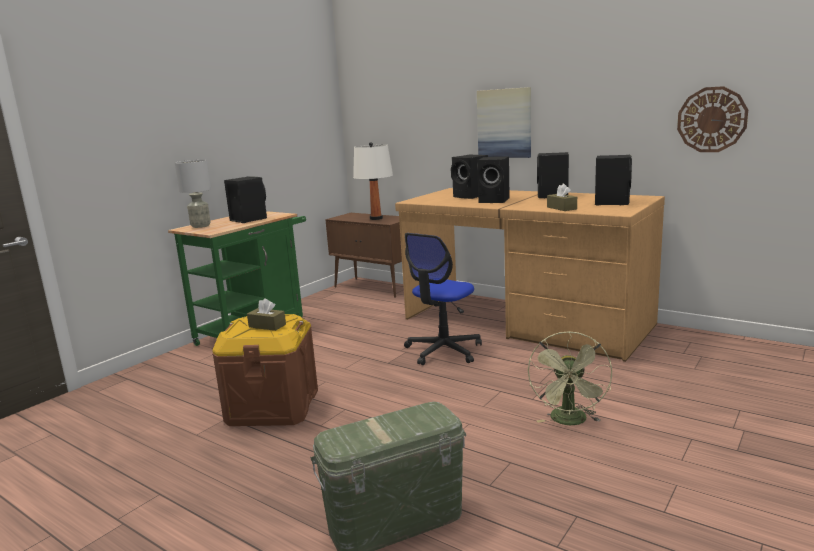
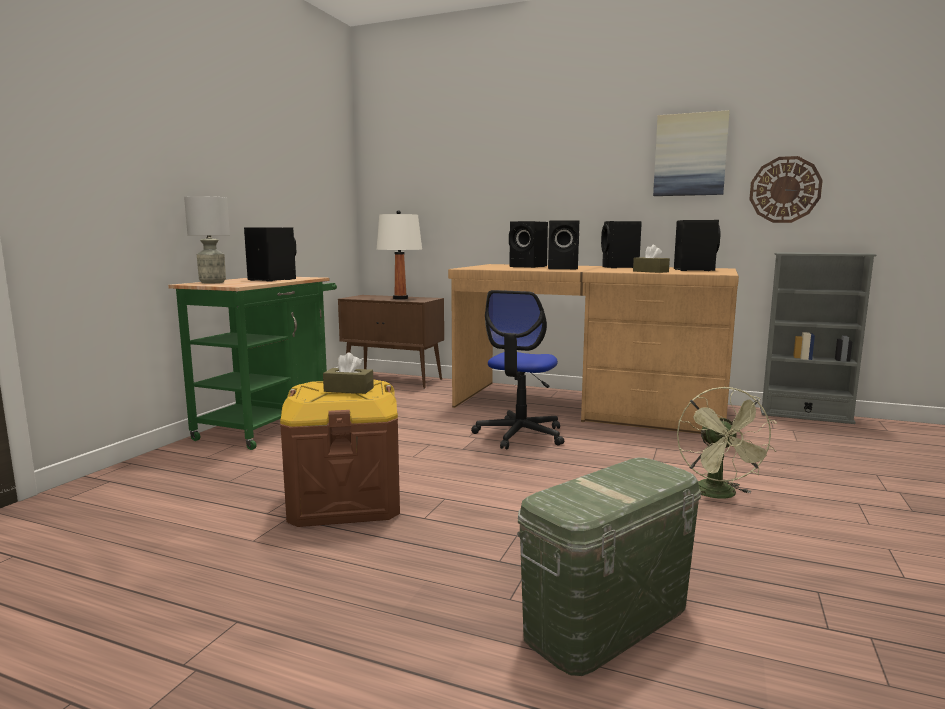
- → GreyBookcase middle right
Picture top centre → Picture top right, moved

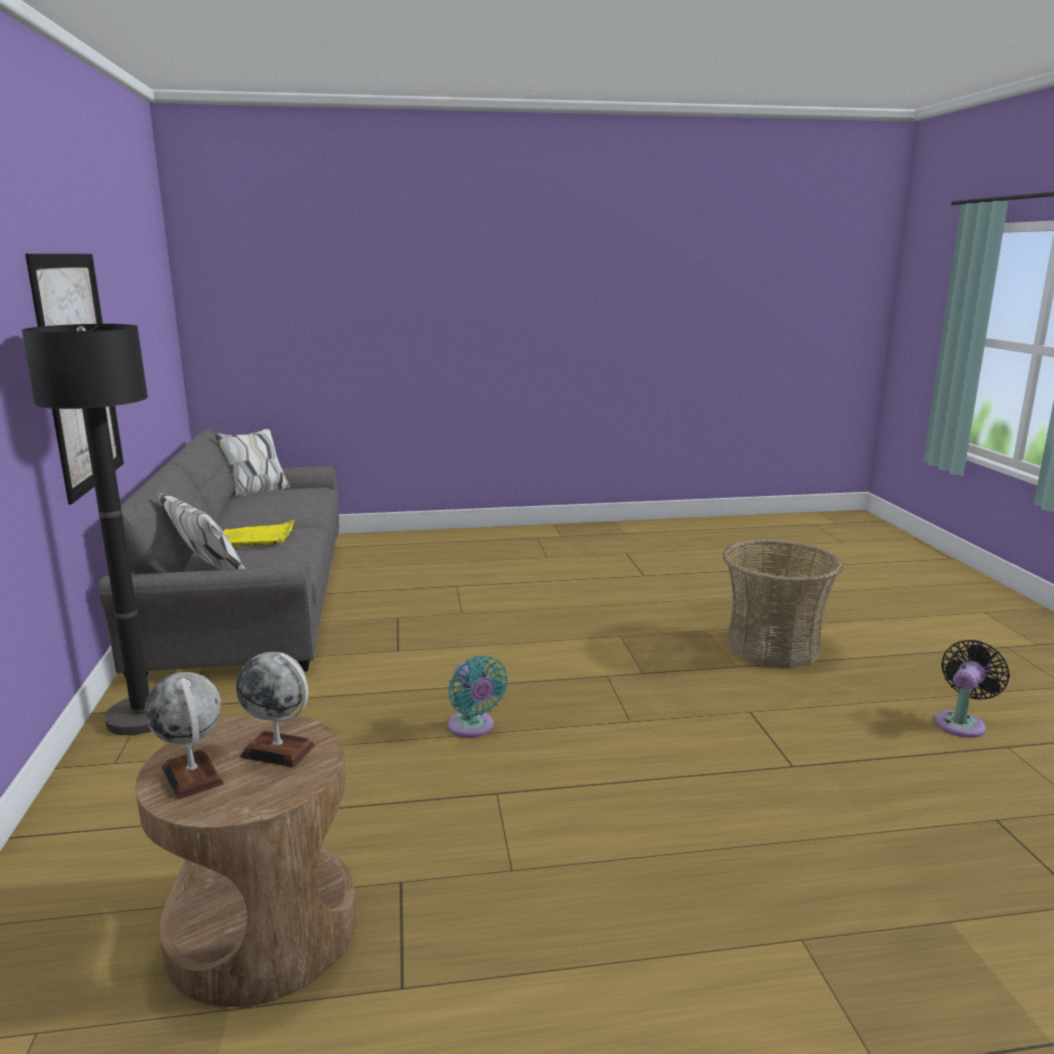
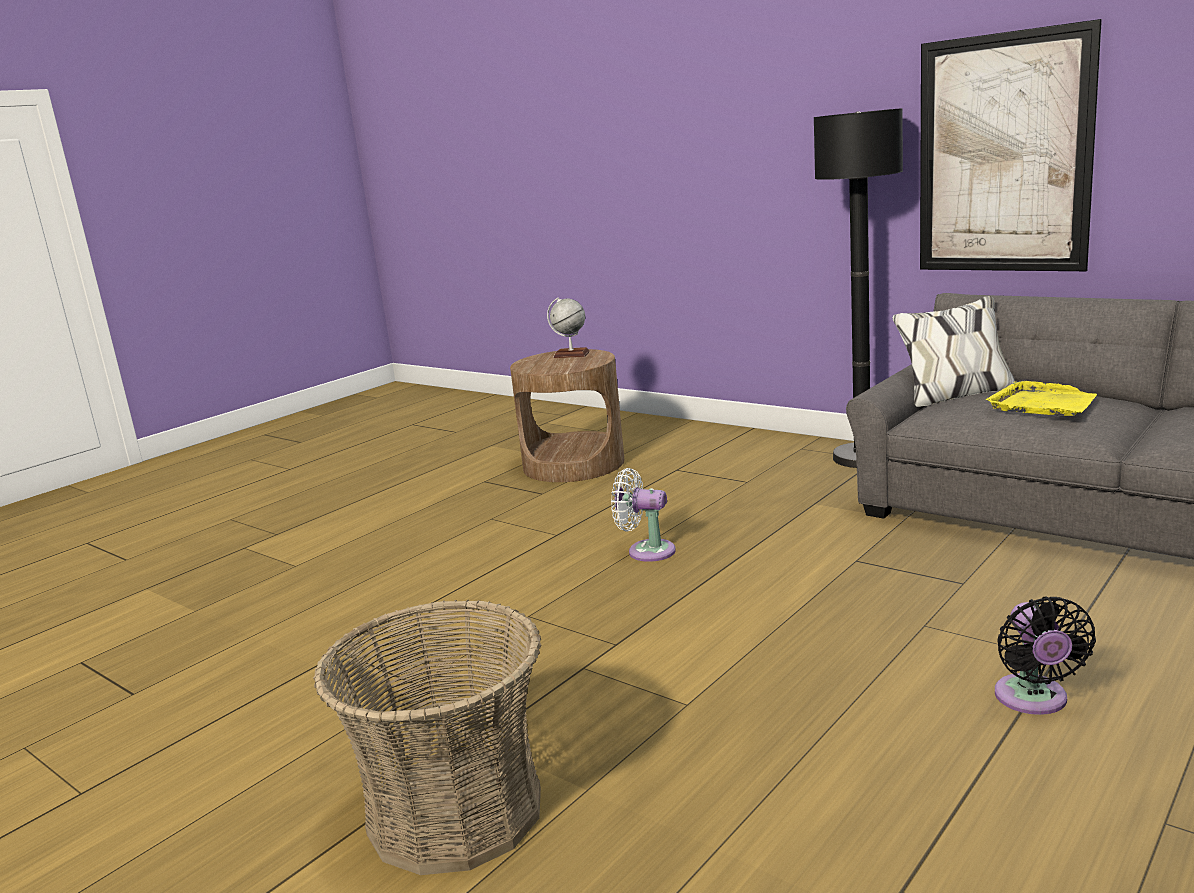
Globe (2nd from left) bottom left → -
BlackFan middle right → BlackFan bottom right, moved
TurquoiseFan centre → WhiteFan centre

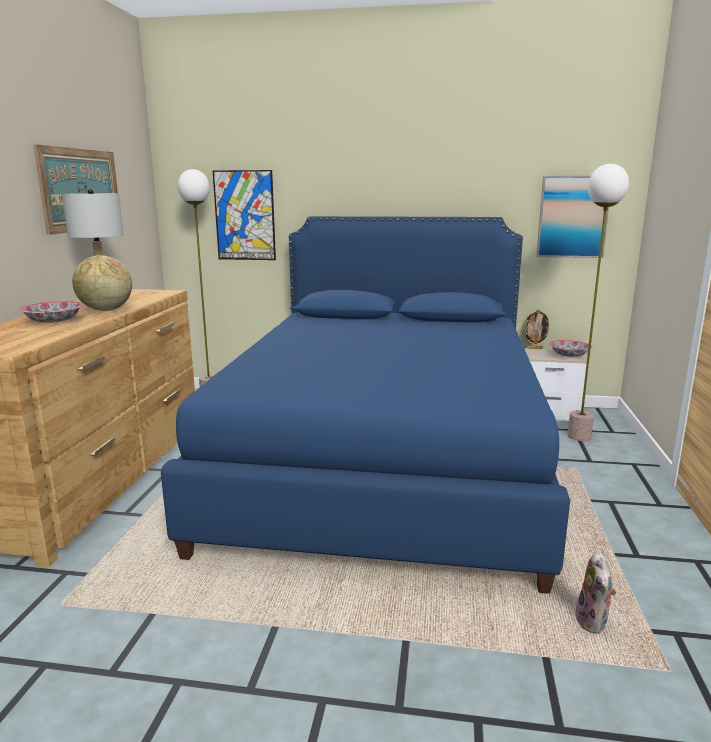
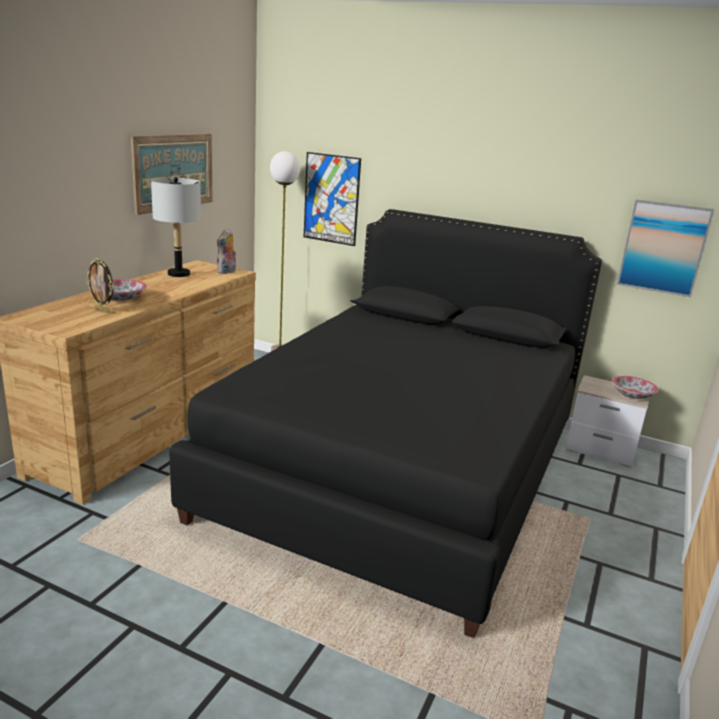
Globe middle left → -
FloorLamp (2nd from left) middle right → -
PictureFrame middle right → PictureFrame middle left, moved
PlushToy bottom right → PlushToy middle left, moved
BlueBed centre → BlackBed centre

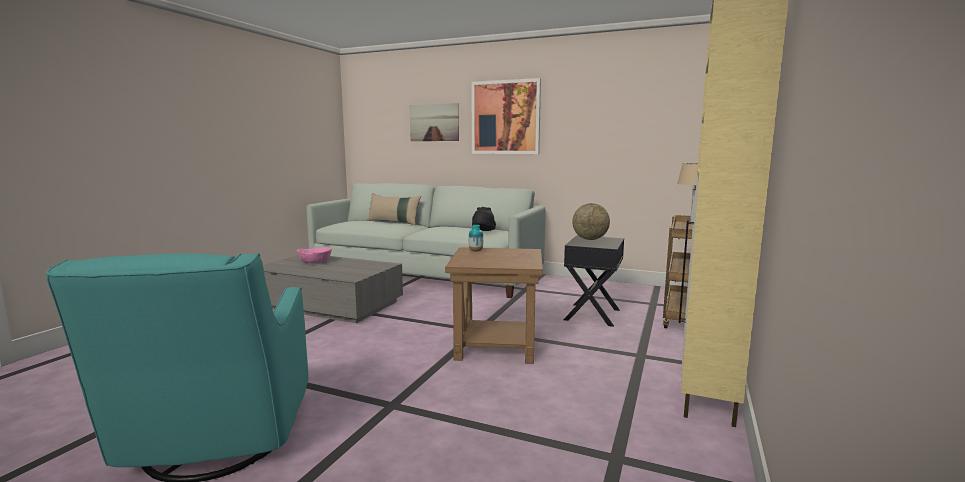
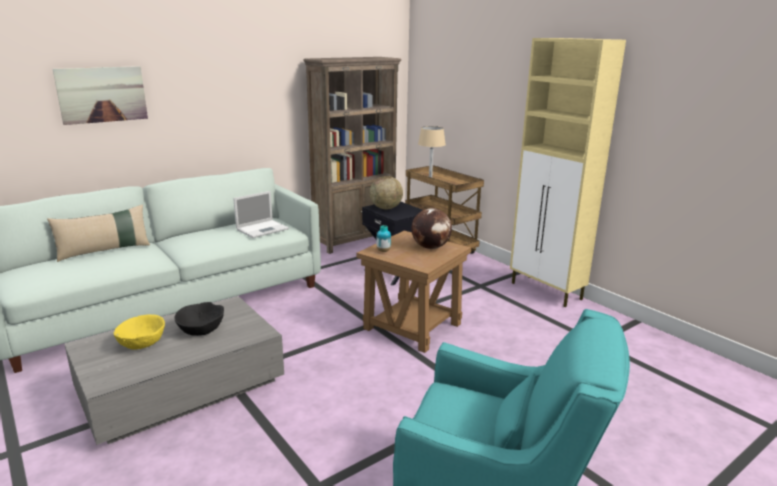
Picture (2nd from left) top centre → -
- → BlackBowl middle left
- → BrownBookcase top centre
- → Globe (2nd from left) centre
BlackHat centre → Laptop centre
PinkBowl middle left → YellowBowl bottom left

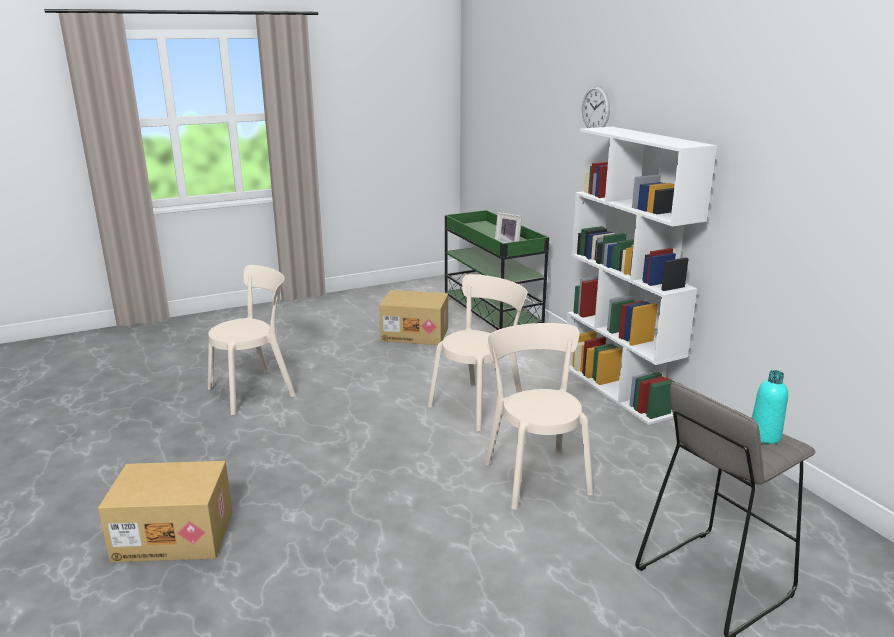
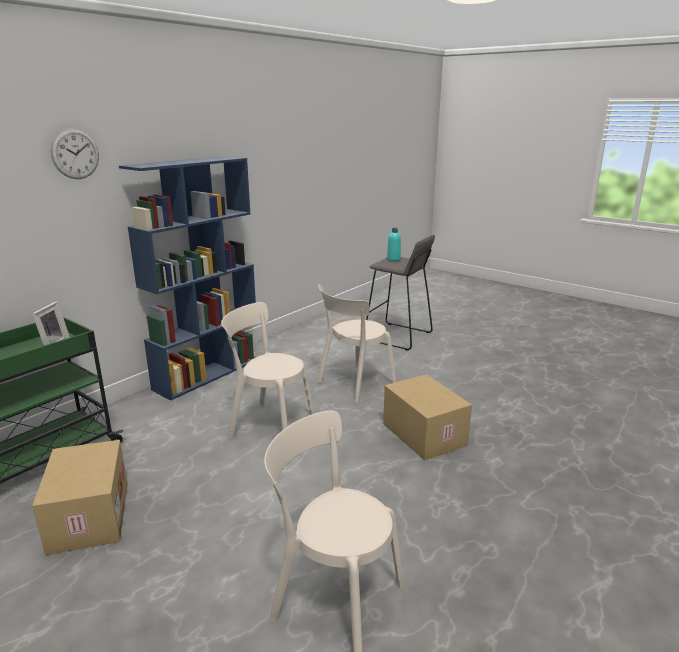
CardboardBox (1st from left in the first image) bottom left → CardboardBox (2nd from left) centre, moved
WhiteBookcase middle right → BlueBookcase middle left

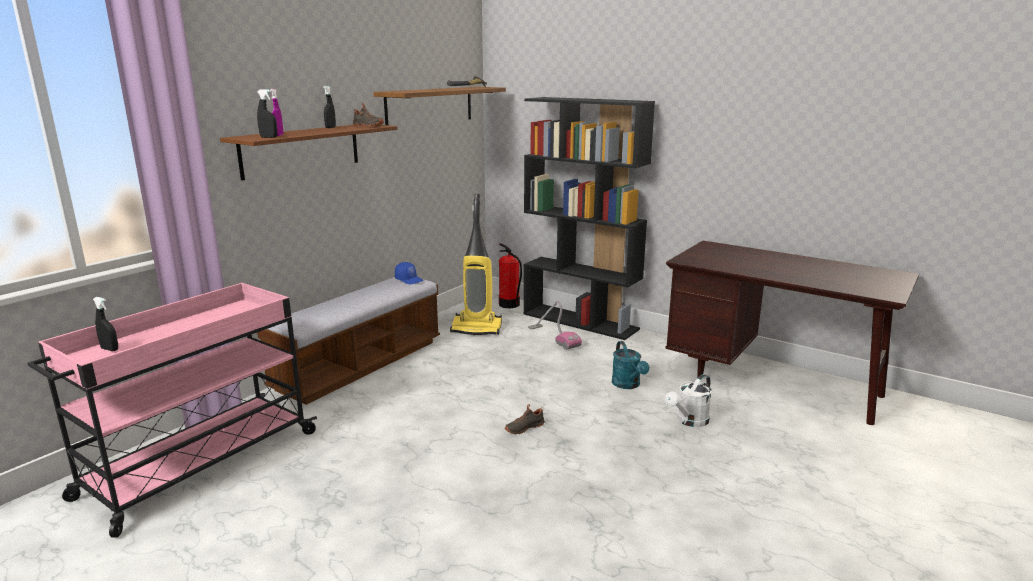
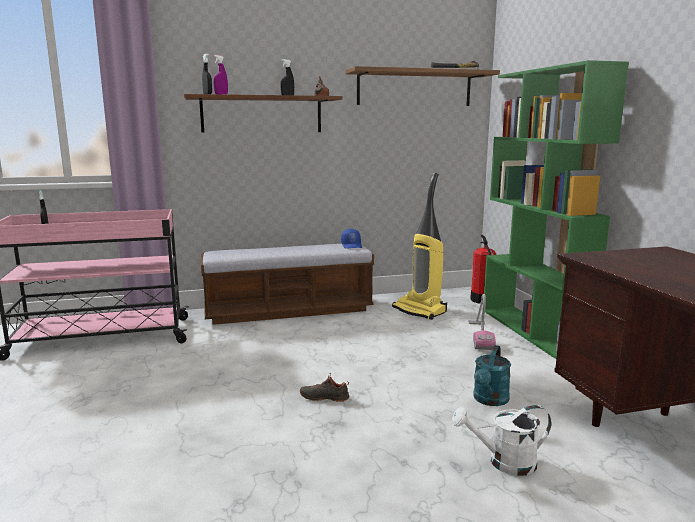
BlackBookcase centre → GreenBookcase middle right

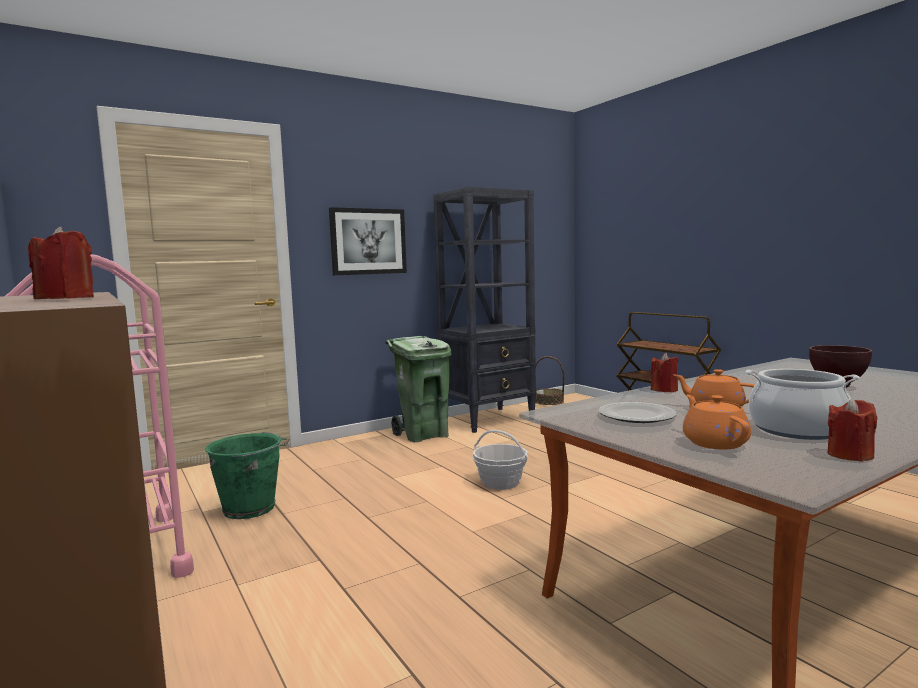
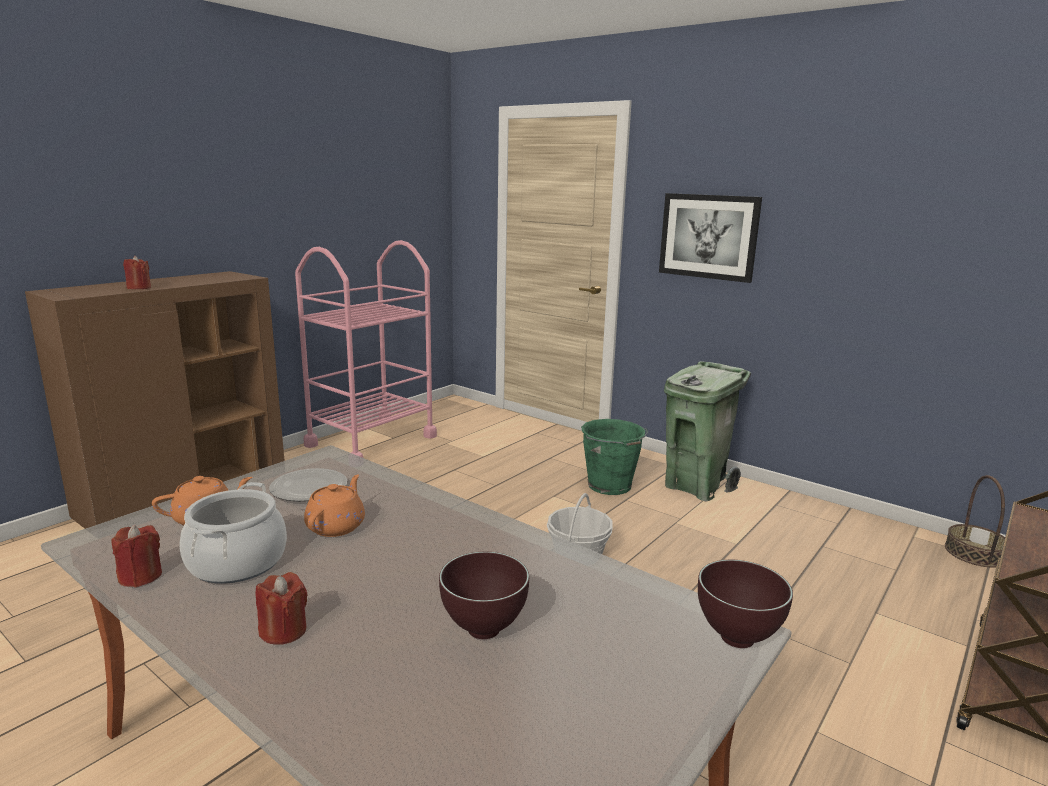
BlackBookcase centre → -
- → BrownBowl (2nd from left) bottom right
GreenBucket bottom left → GreenBucket centre, moved
RedCandle (2nd from left in the first image) middle right → RedCandle (3rd from left) bottom left, moved

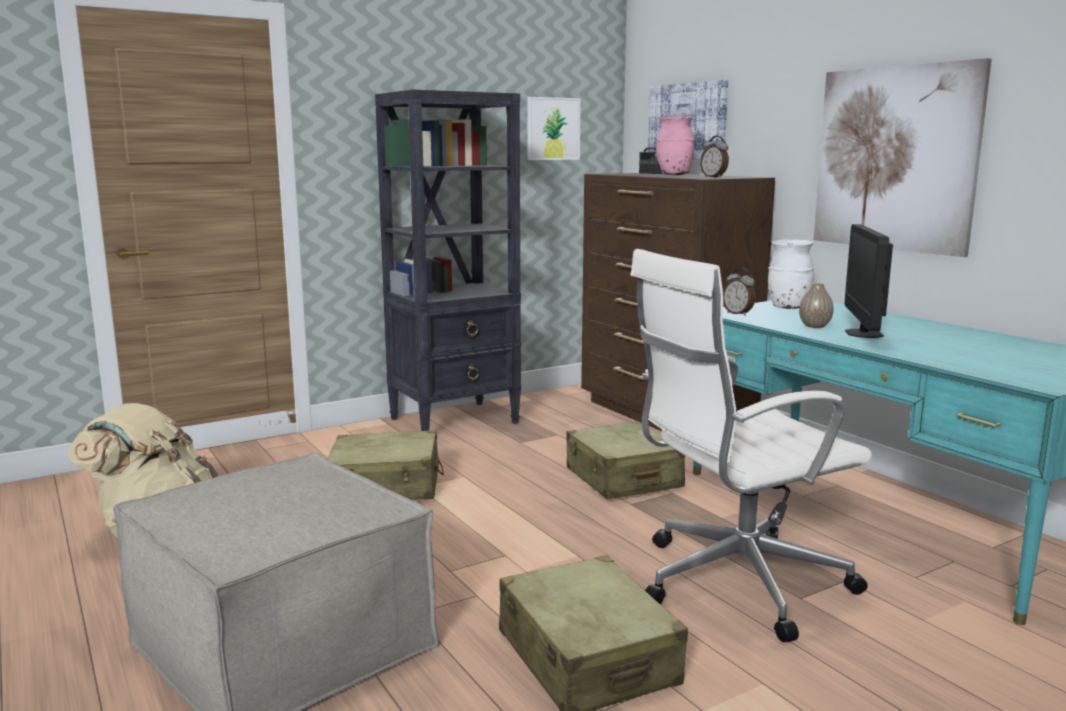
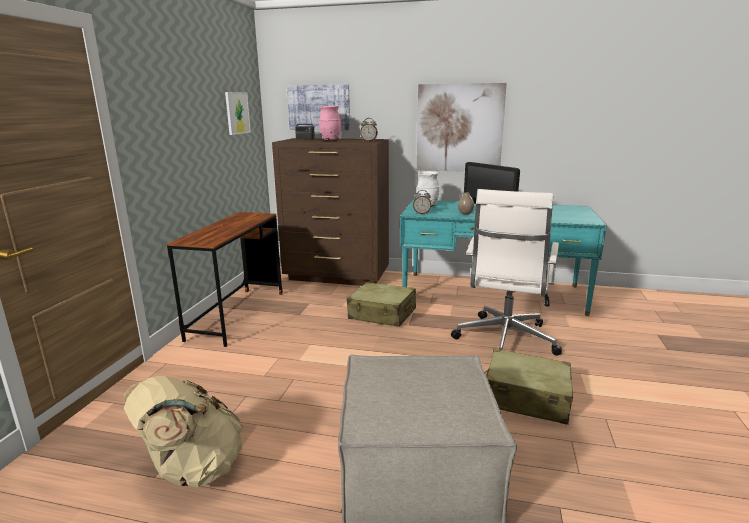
BeigeSuitcase (1st from left) centre → -
BlackBookcase centre → BrownDesk middle left

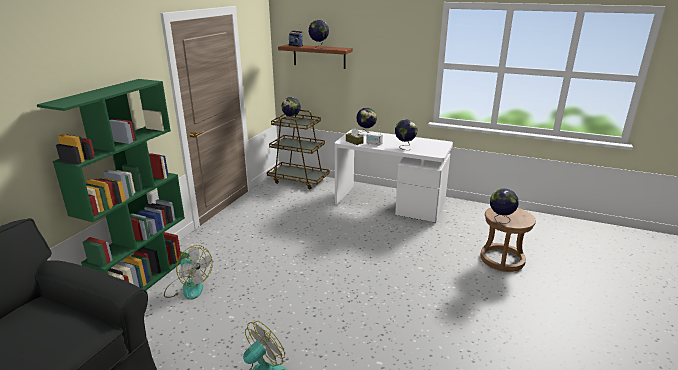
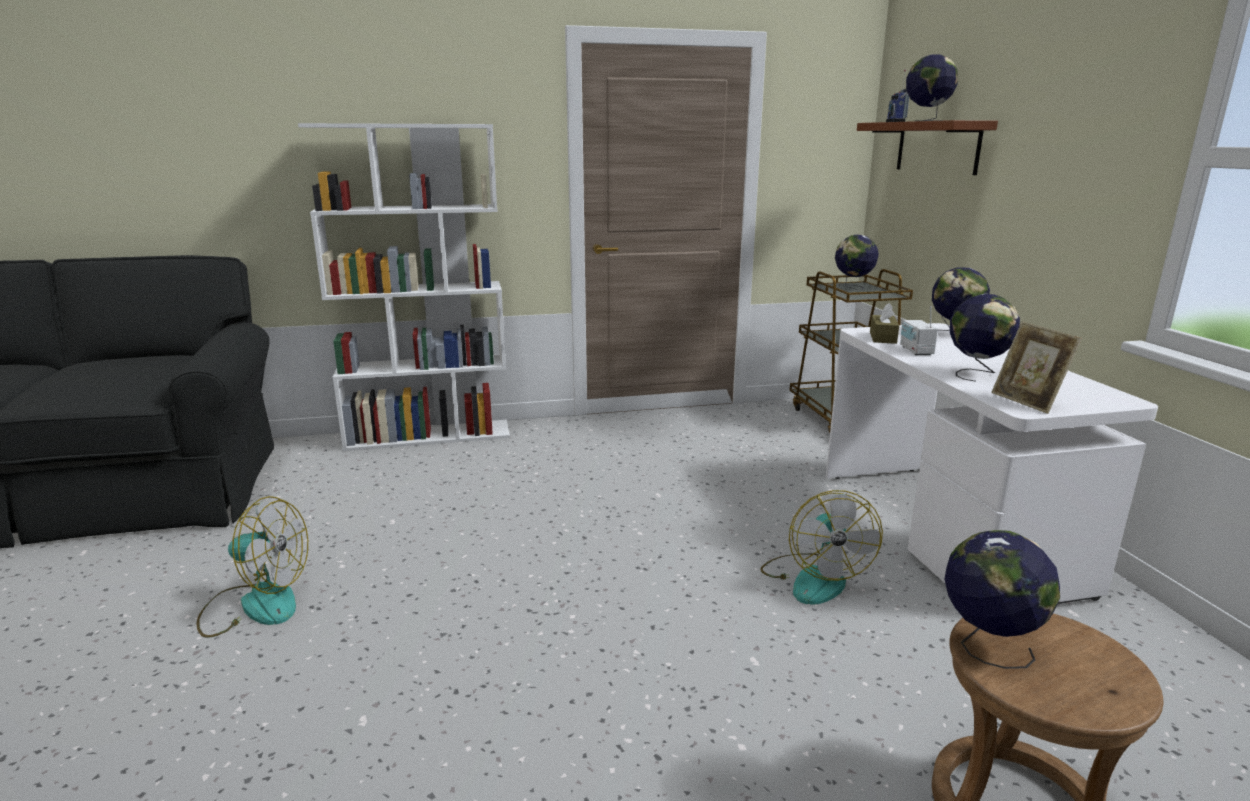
- → PictureFrame middle right
Fan (1st from left in the first image) bottom left → Fan (2nd from left) bottom centre, moved
GreenBookcase middle left → WhiteBookcase middle left

